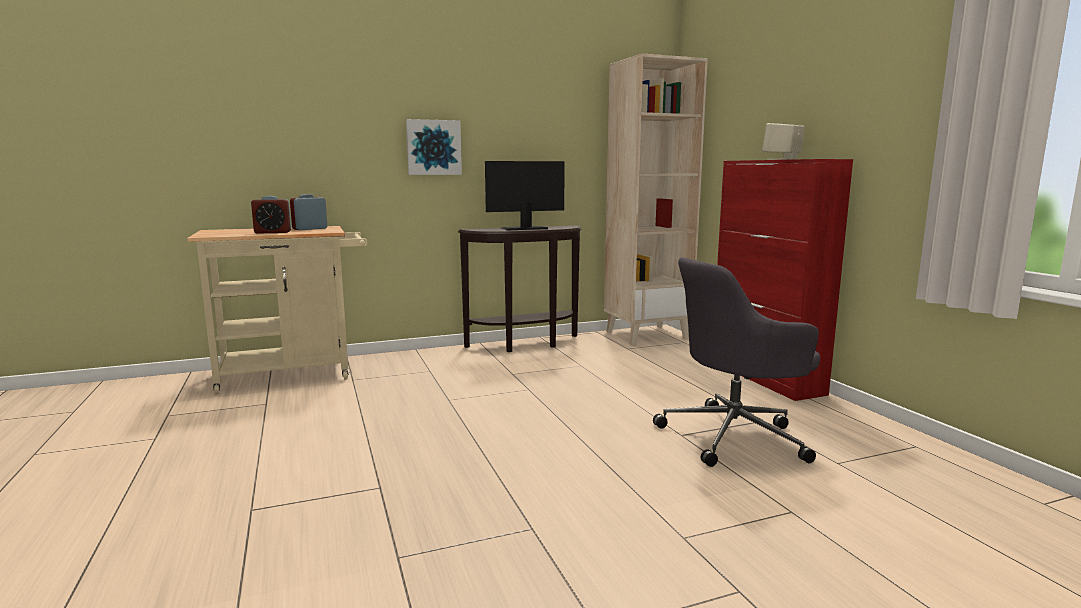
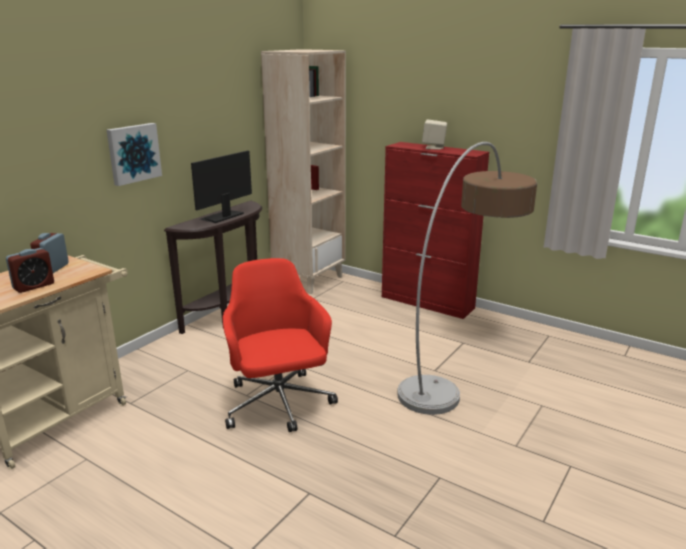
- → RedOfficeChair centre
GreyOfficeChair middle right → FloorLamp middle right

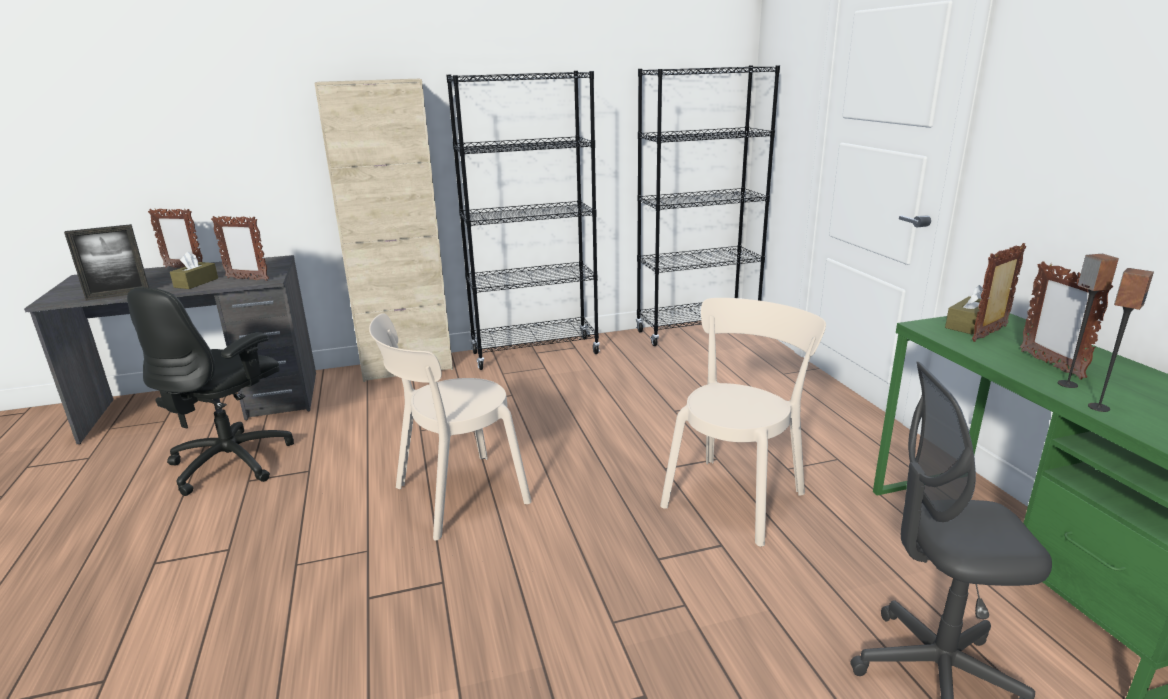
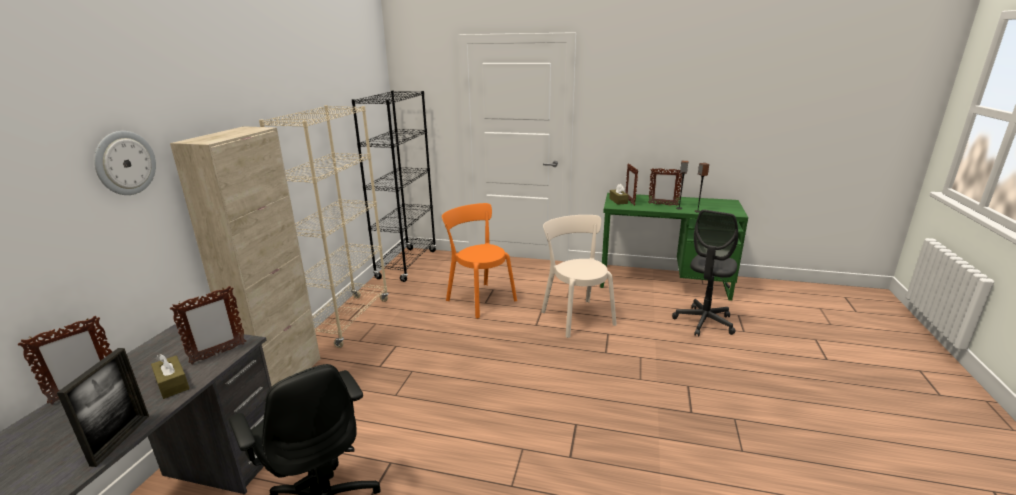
BeigeChair (1st from left) centre → -
- → WallClock top left
- → OrangeChair centre
BlackBookcase (1st from left) top centre → BeigeBookcase middle left

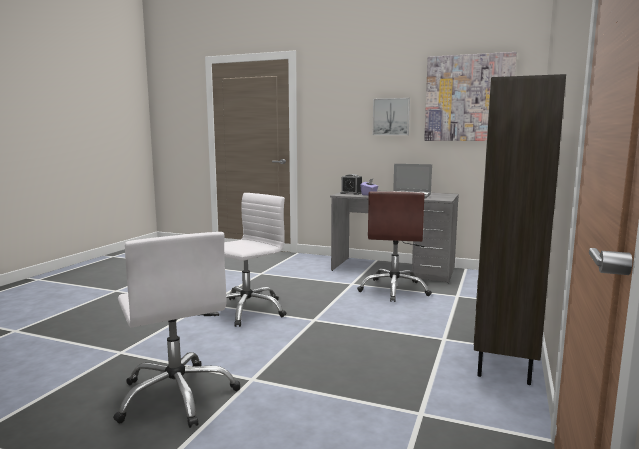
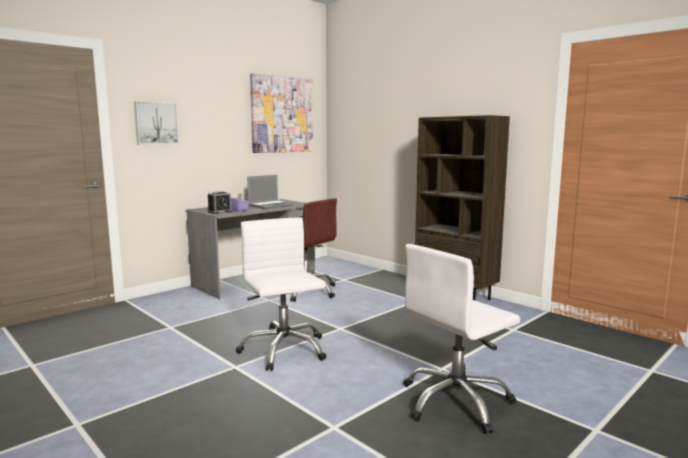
Picture (1st from left) top centre → Picture (1st from left) top left, moved
WhiteOfficeChair (1st from left in the first image) bottom left → WhiteOfficeChair (2nd from left) bottom right, 150 degrees clockwise

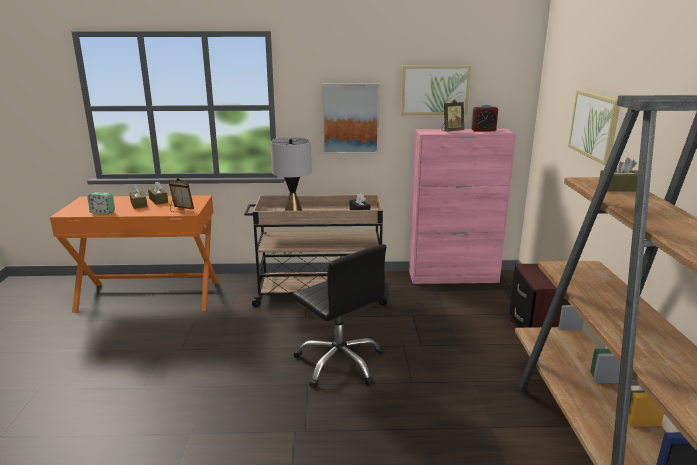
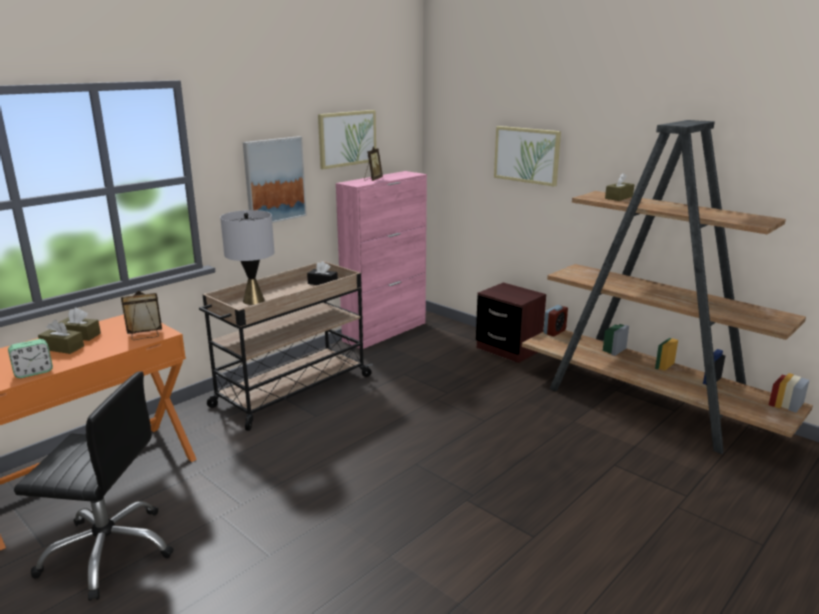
BlackOfficeChair bottom centre → BlackOfficeChair bottom left, moved
AlarmClock (2nd from left) top right → AlarmClock (2nd from left) middle right, moved

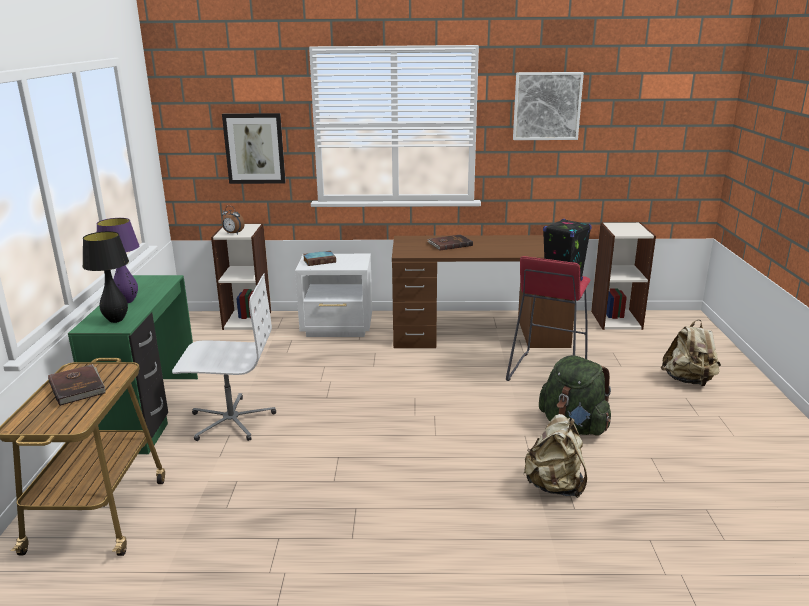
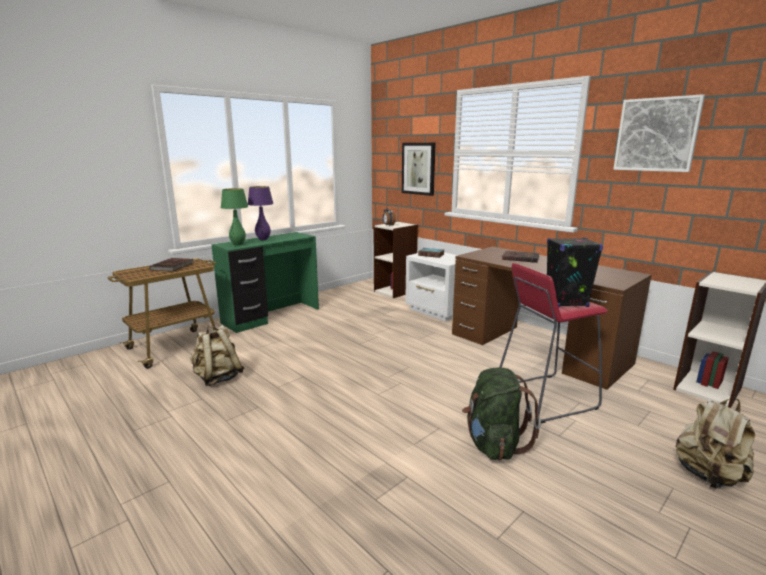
WhiteOfficeChair middle left → -
BeigeBackpack (1st from left) bottom right → BeigeBackpack (1st from left) middle left, moved
BlackTableLamp middle left → GreenTableLamp middle left

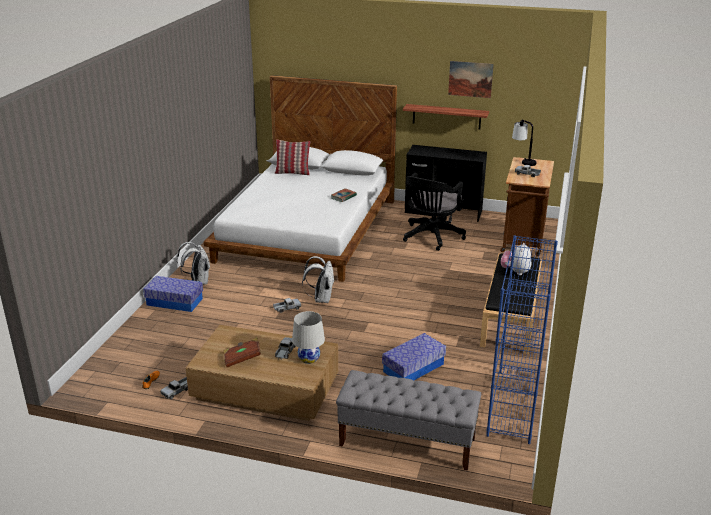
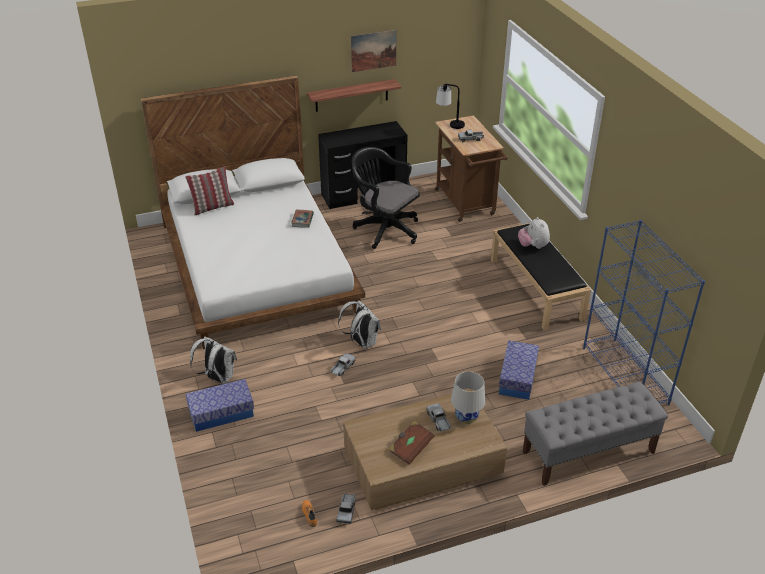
BlackOfficeChair centre, 135 degrees clockwise

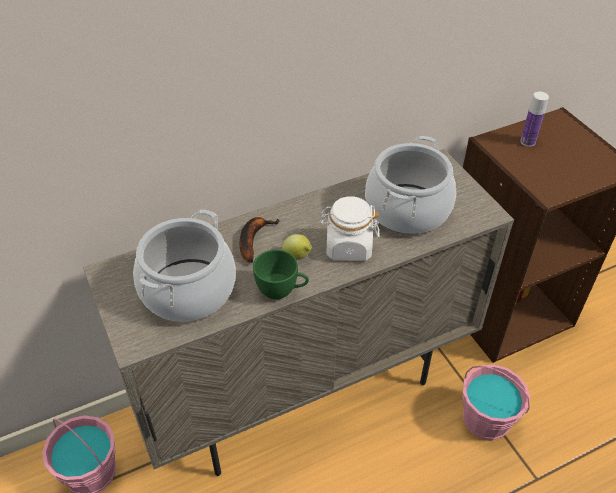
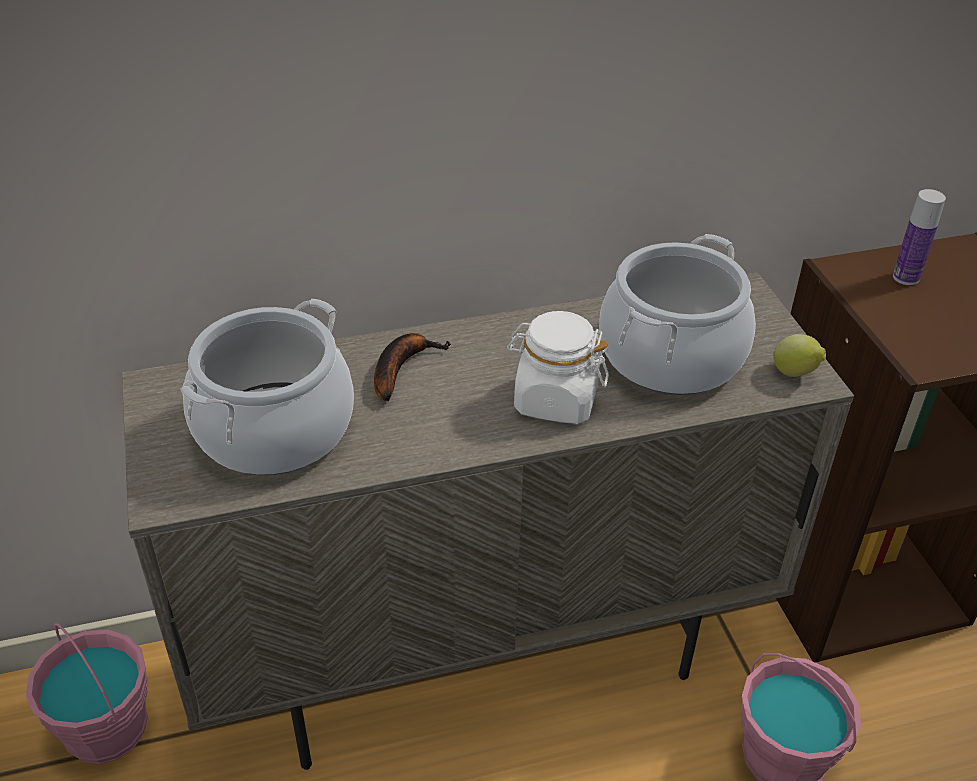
GreenCup centre → -
Lemon centre → Lemon middle right, moved

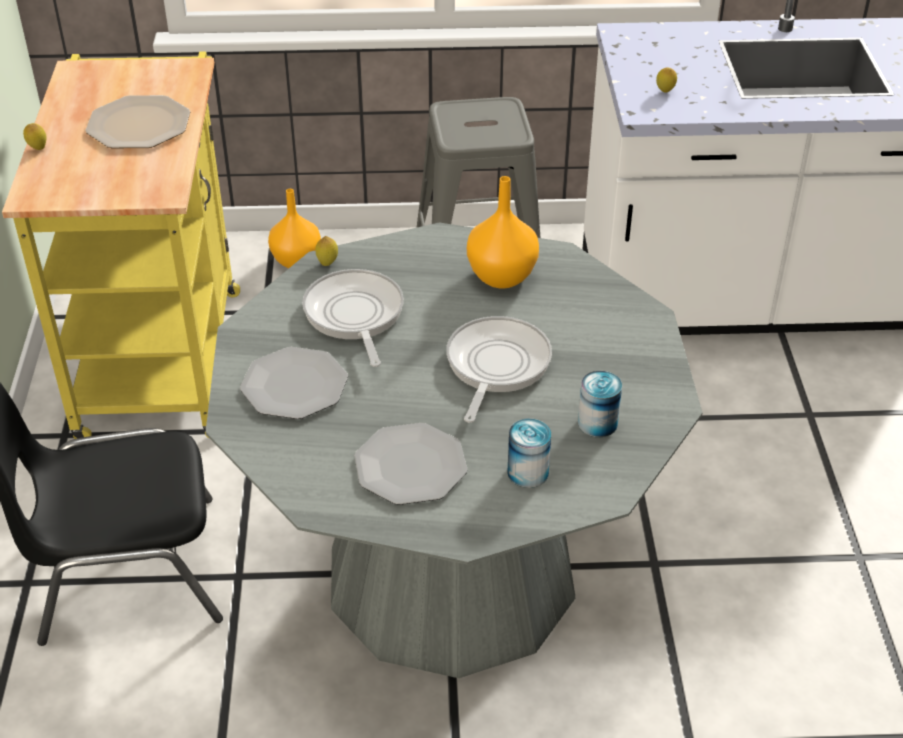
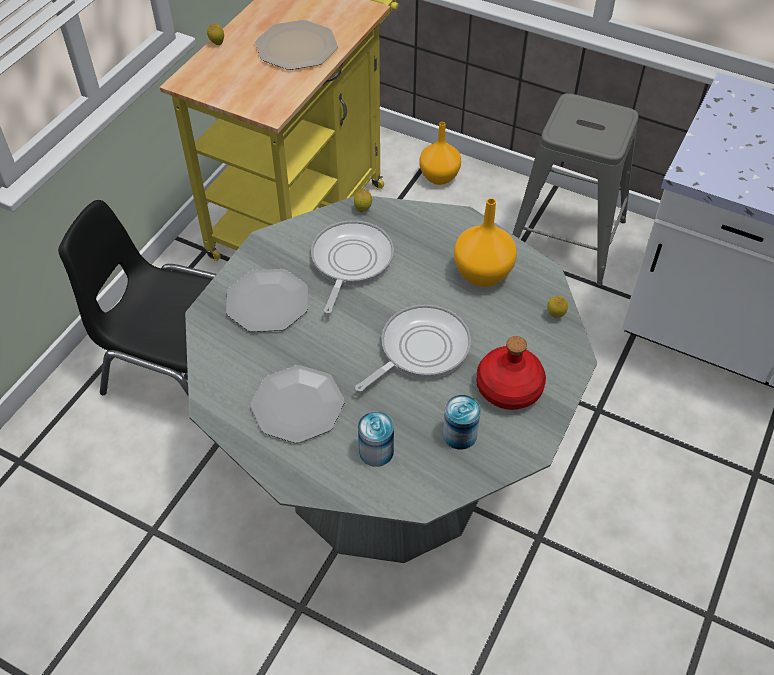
- → RedBottle centre
Lemon (3rd from left) top right → Lemon (3rd from left) middle right, moved

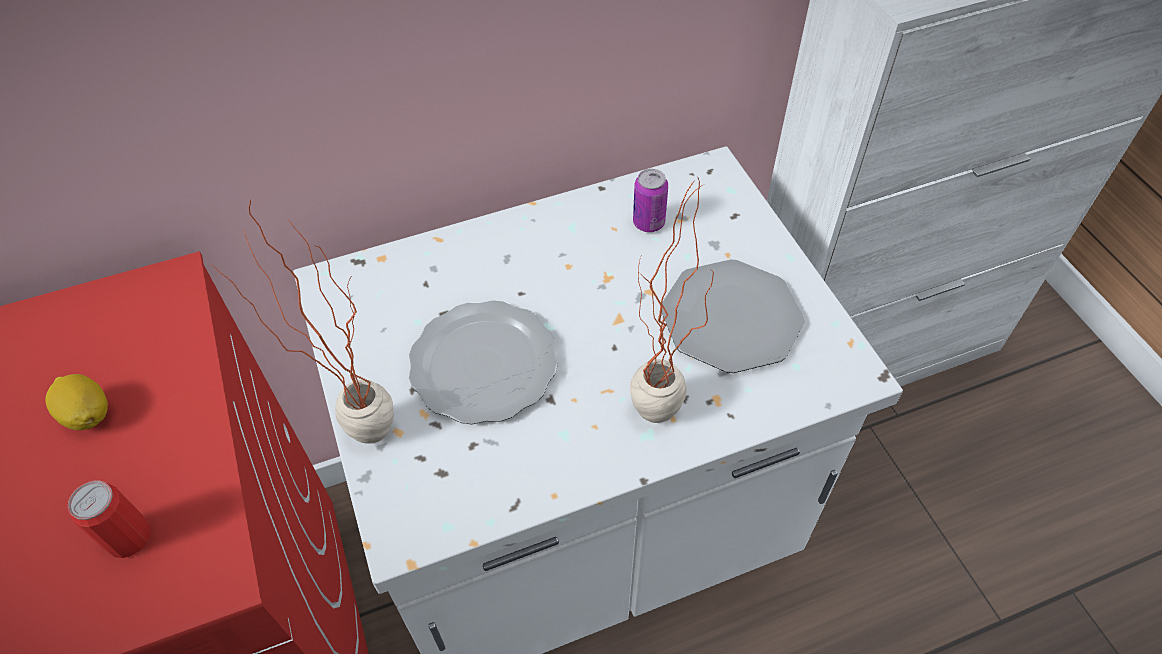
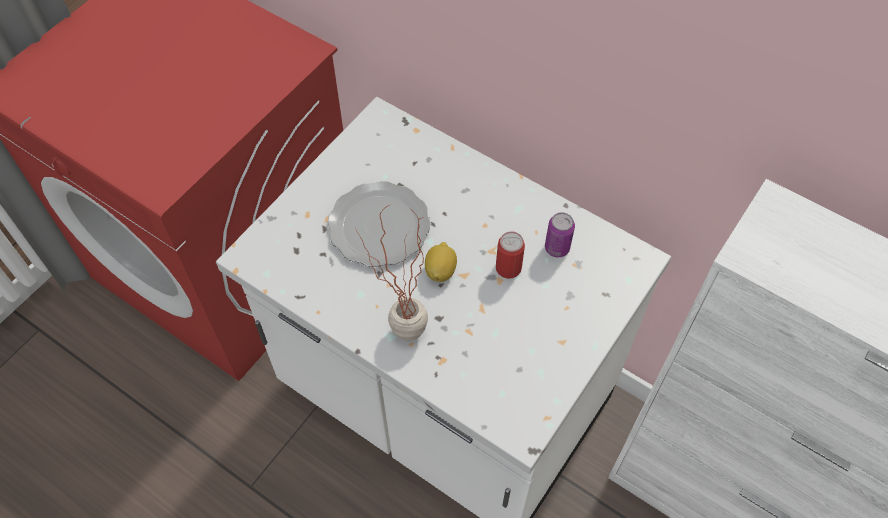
PottedPlant (1st from left) middle left → -
Plate (2nd from left) centre → -
Lemon middle left → Lemon centre, moved
Can (1st from left) bottom left → Can (1st from left) centre, moved

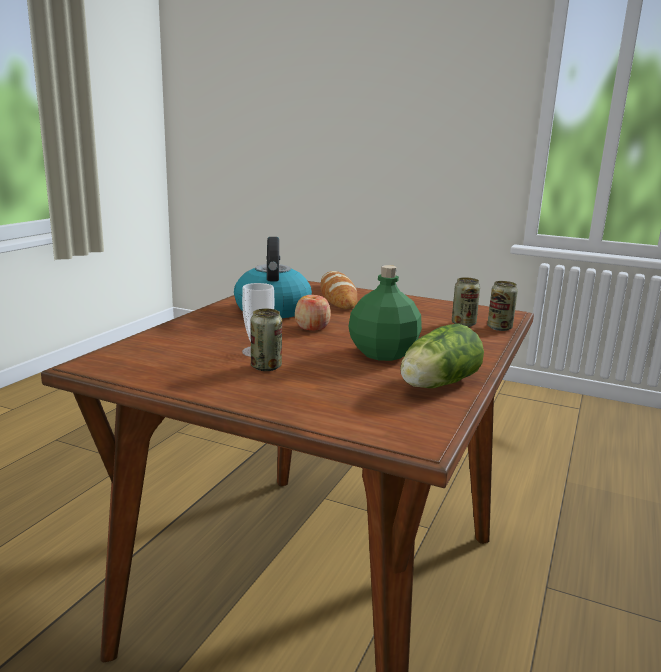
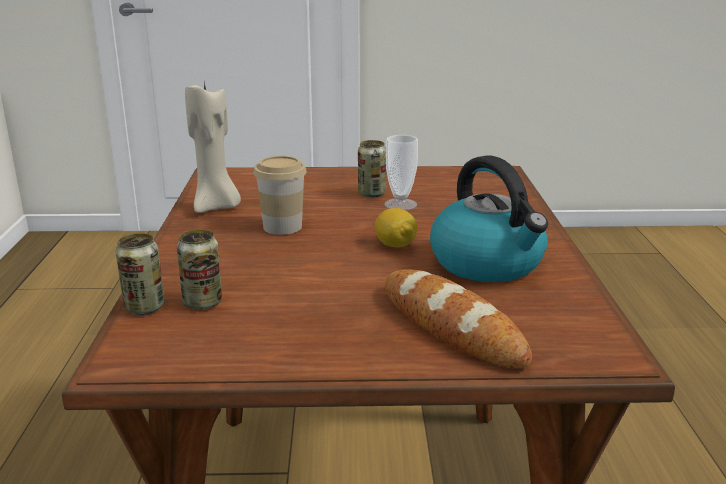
Apple centre → Lemon centre
GreenBottle centre → Cup (1st from left) centre
Lettuce middle right → BeigeCandle top left

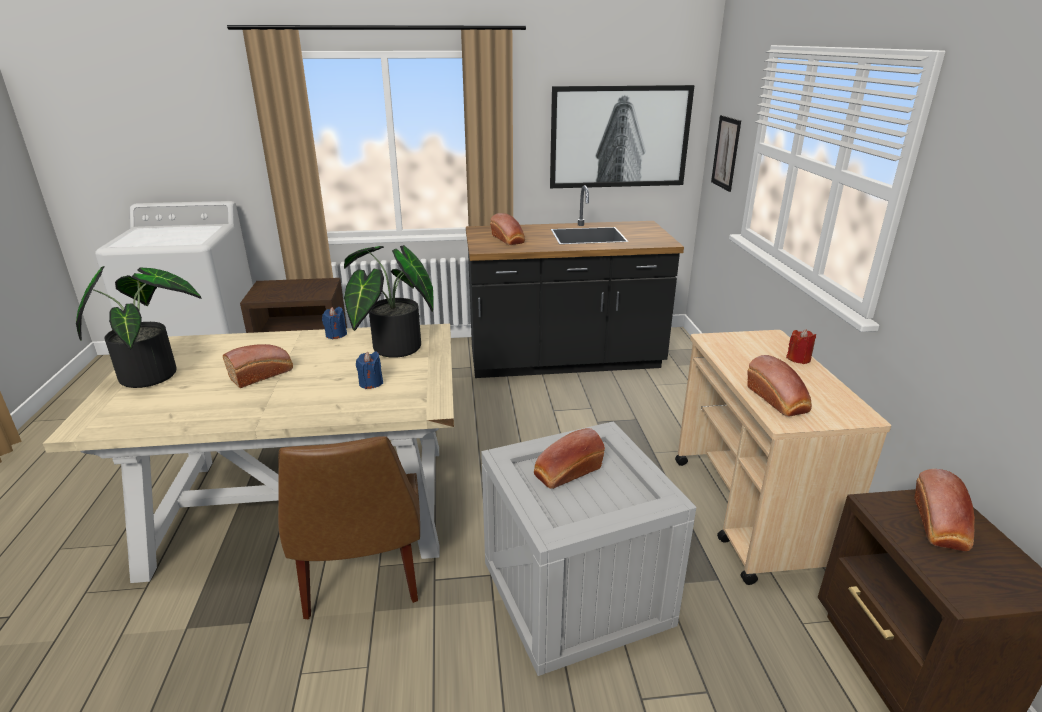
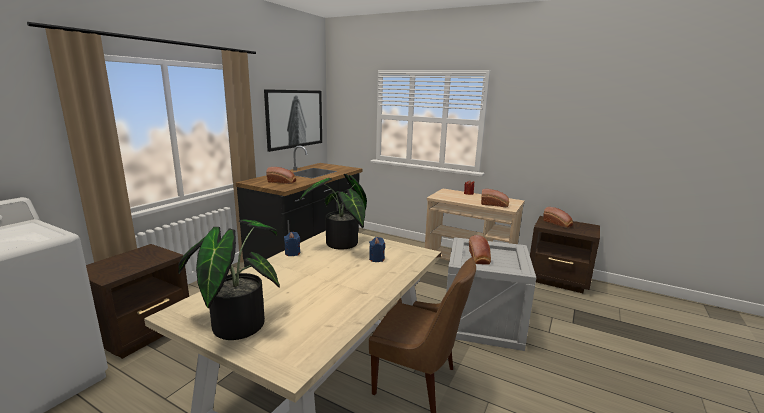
Bread (1st from left) middle left → -
Picture (2nd from left) top right → -

